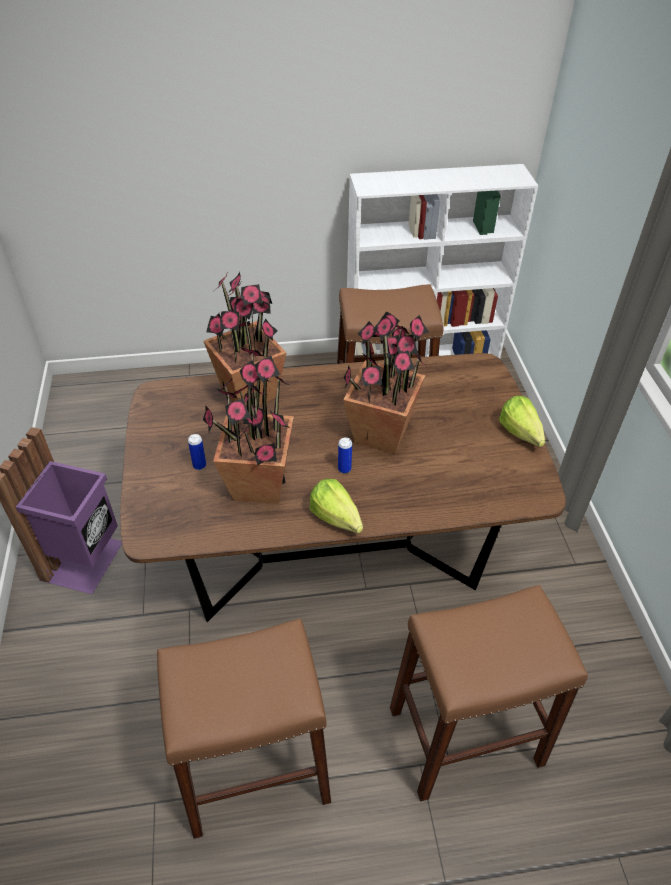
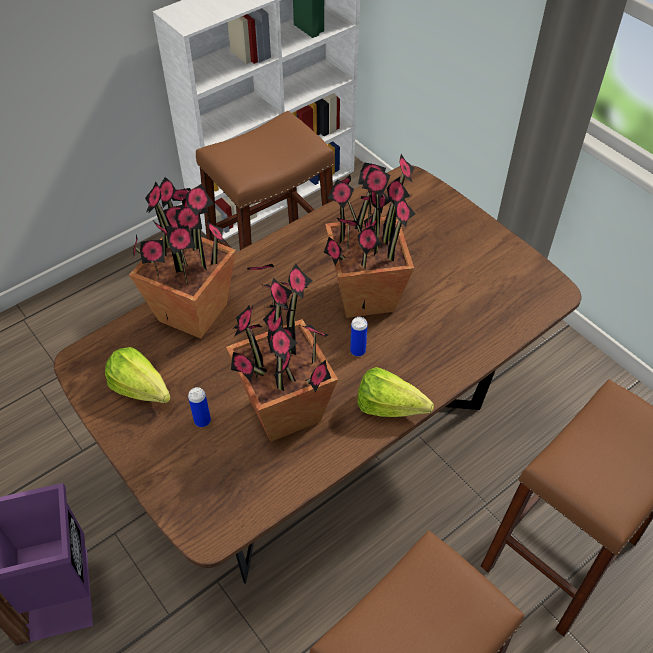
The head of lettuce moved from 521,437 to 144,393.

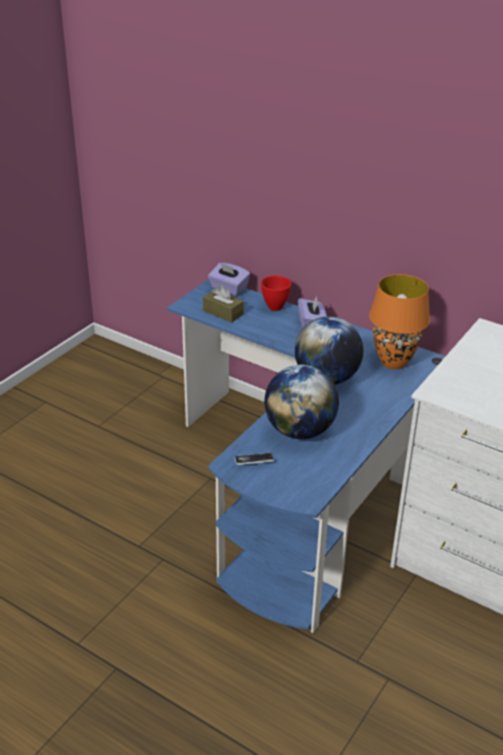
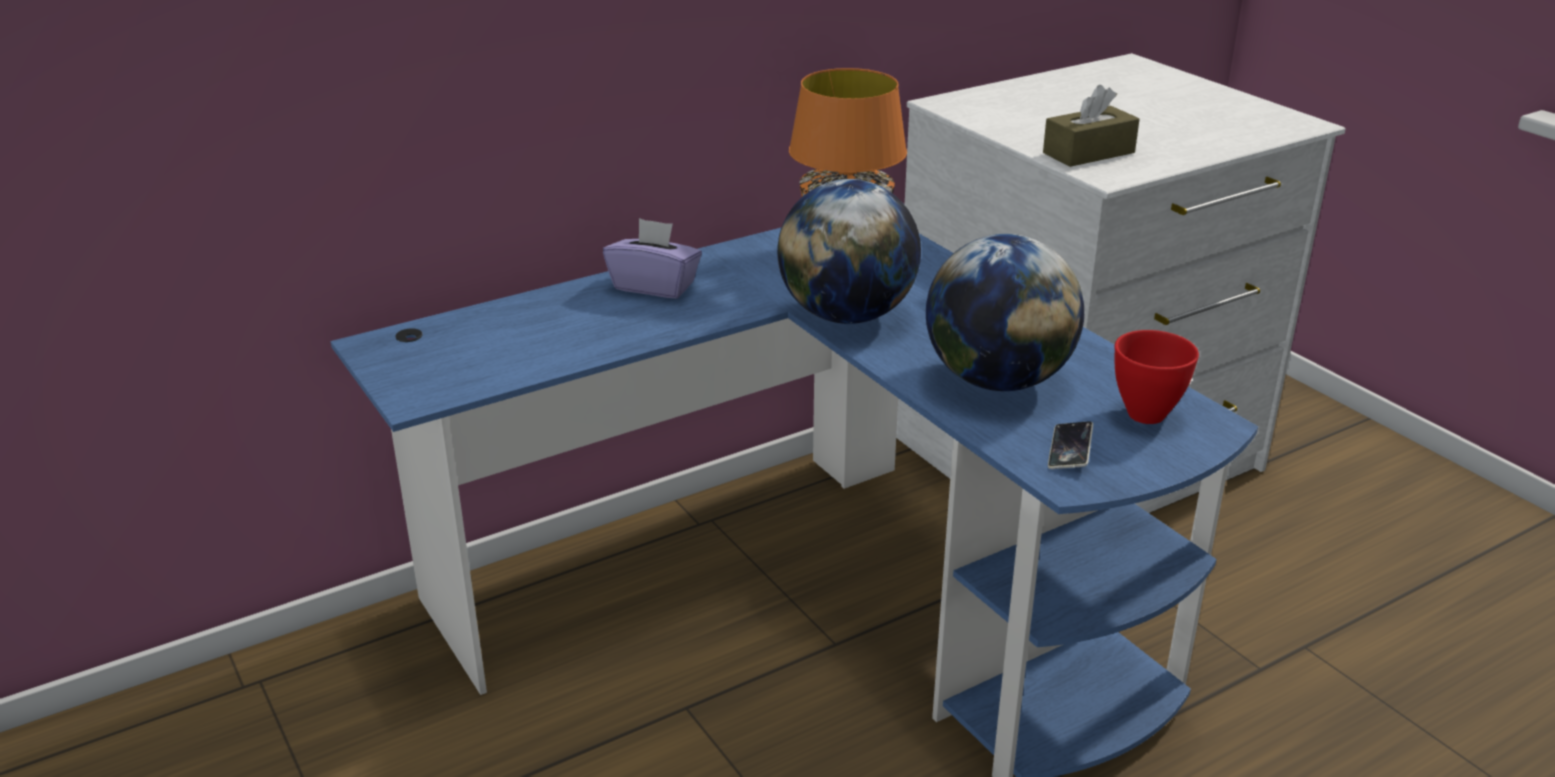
The brown-coloured tissue holder moved from 223,312 to 1088,153.
The red-coloured deep dish moved from 275,307 to 1148,414.
The purplish tissue holder at 228,289 disappeared.

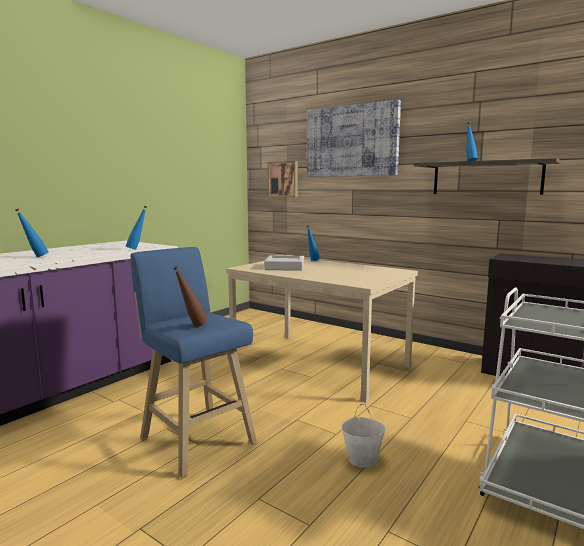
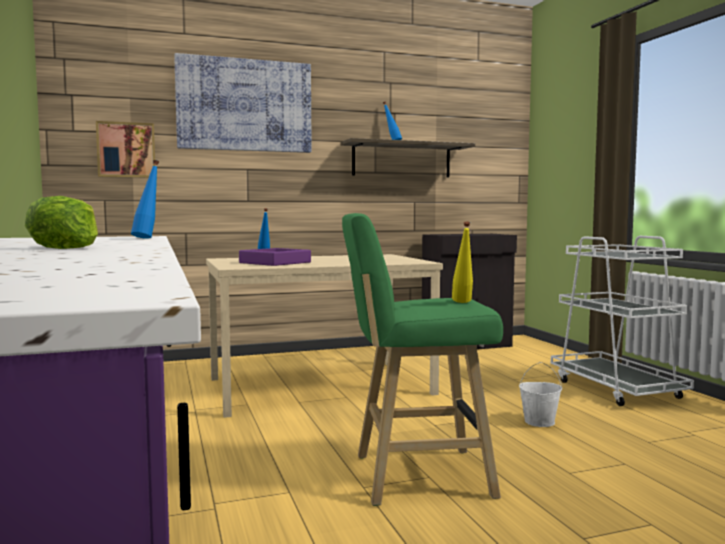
The blue-coloured beverage bottle at 34,257 was replaced by the head of lettuce at 66,248.
The greyish tray at 284,267 became the purplish tray at 275,262.
The blue-coloured stool seat at 195,439 became the green-coloured stool seat at 415,476.
The brown-coloured beverage bottle at 192,326 became the yellow beverage bottle at 463,303.

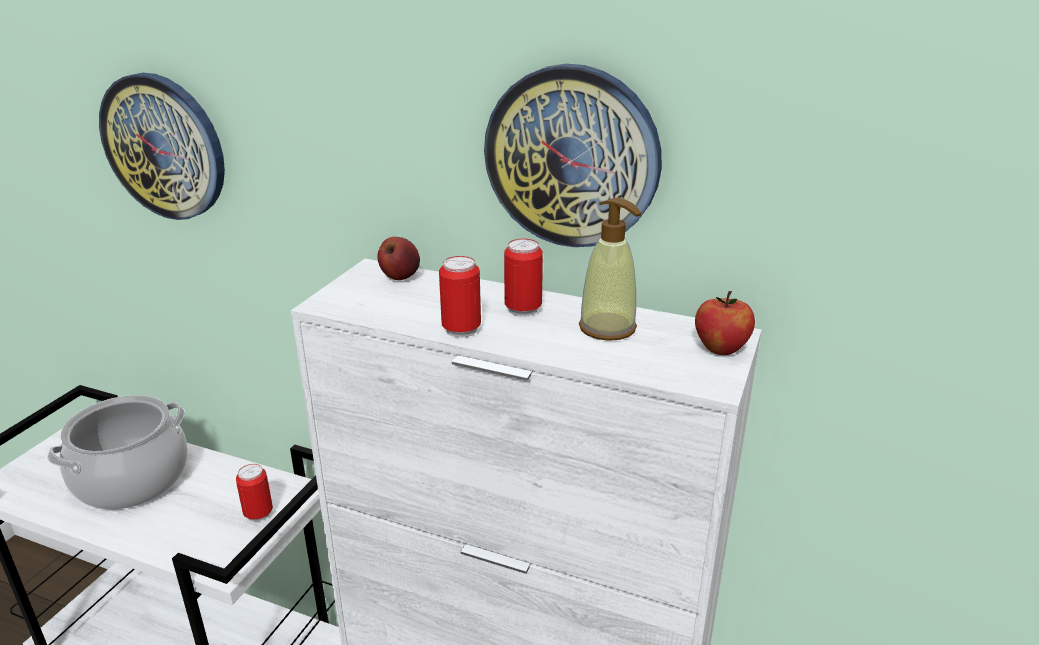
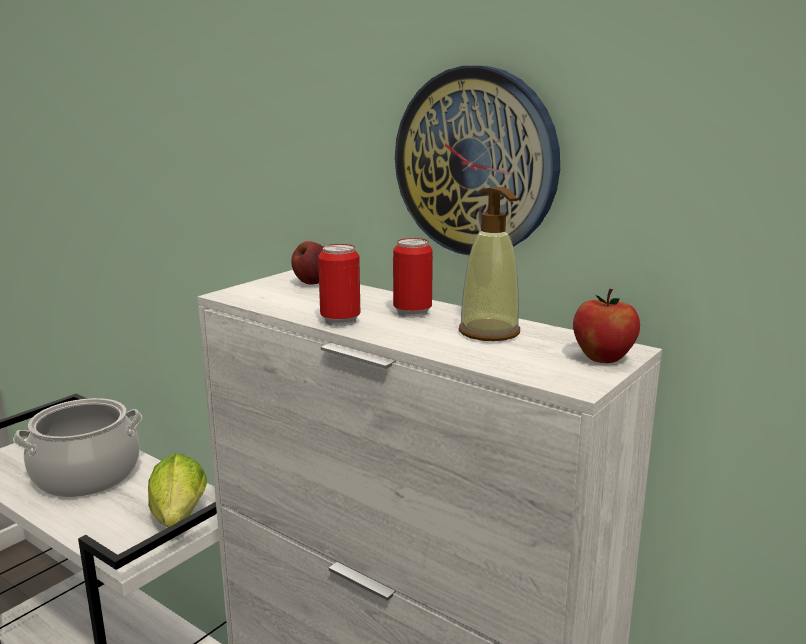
The metal can at 258,514 was replaced by the head of lettuce at 178,520.
The hanging clock at 165,147 disappeared.

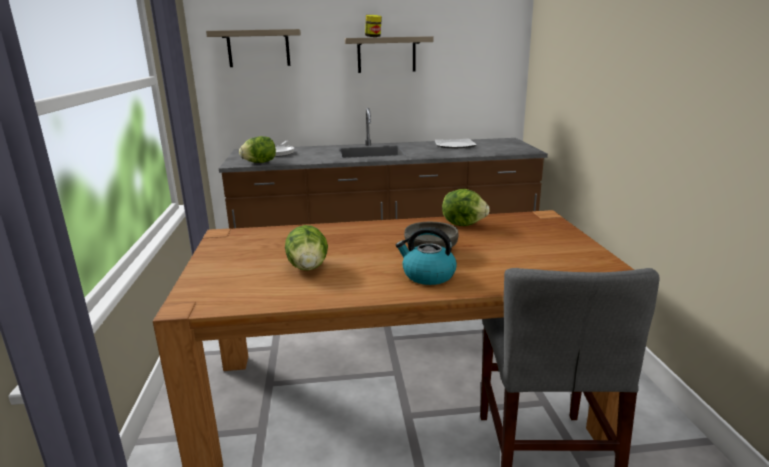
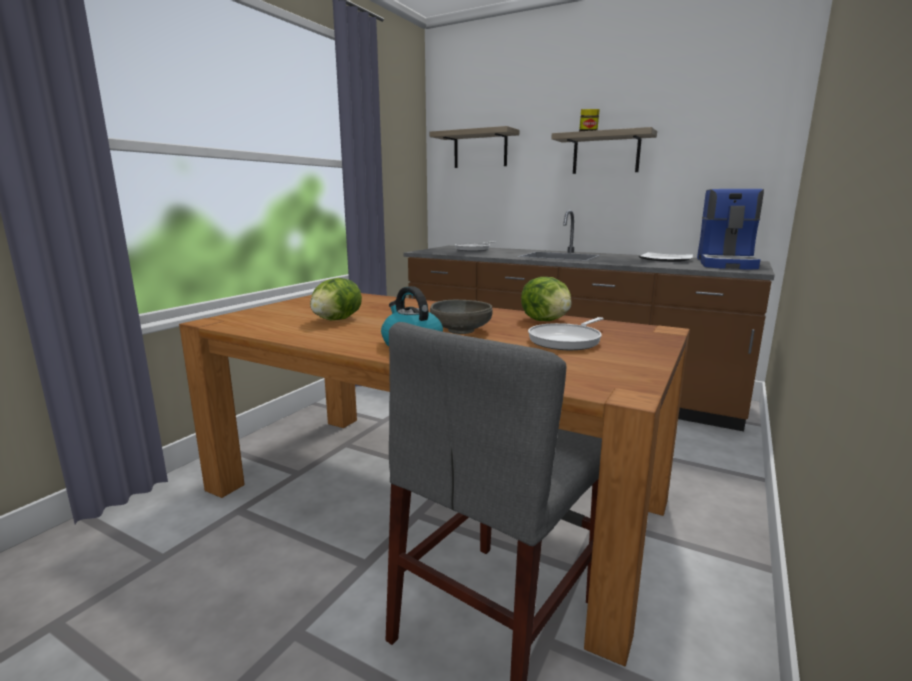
The skillet at 567,340 appeared.
The coffee maker at 727,263 appeared.
The head of lettuce at 259,162 disappeared.

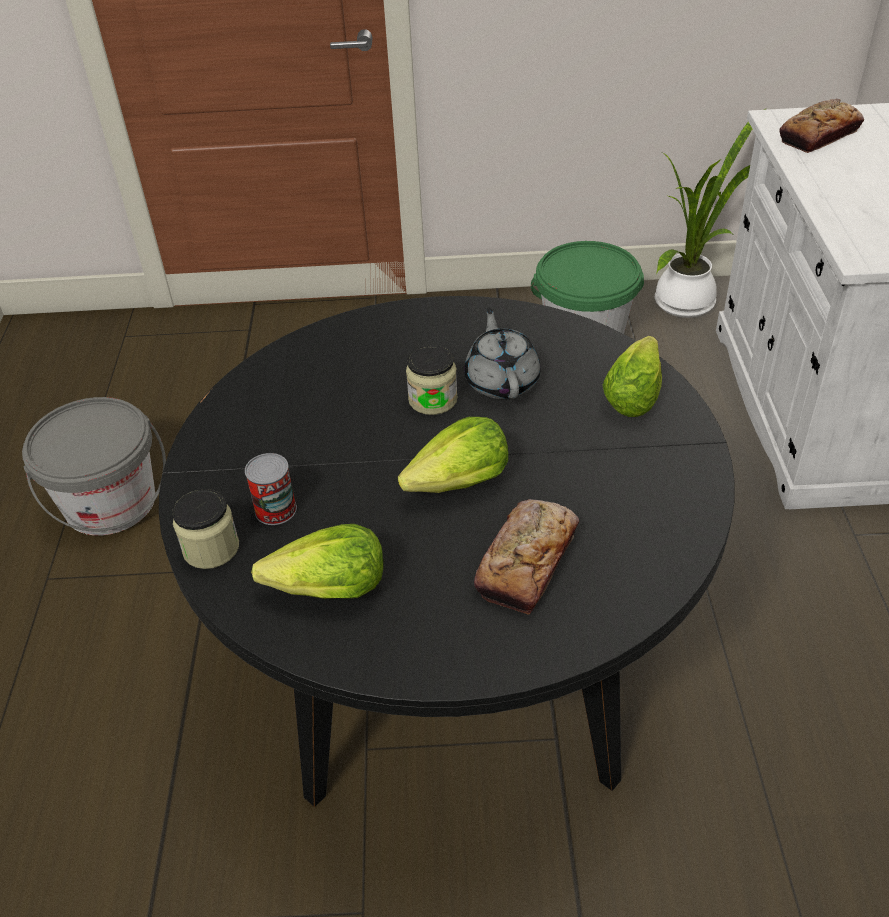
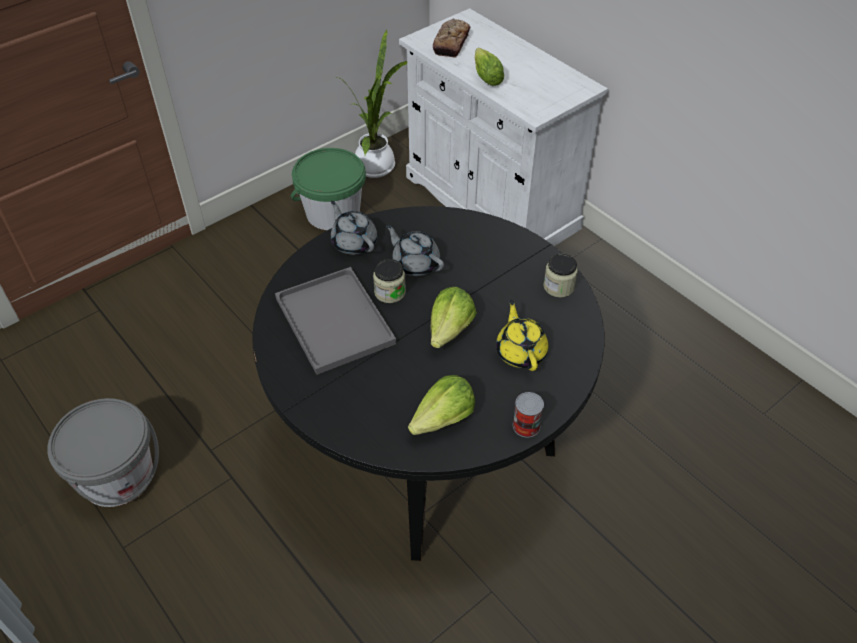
The greyish tray at 332,319 appeared.
The greyish tea pot at 354,242 appeared.
The head of lettuce moved from 635,392 to 486,76.
The bakery bread at 527,562 was replaced by the yellow tea pot at 521,351.
The metal can moved from 275,509 to 526,426.
The jar moved from 211,548 to 558,286.

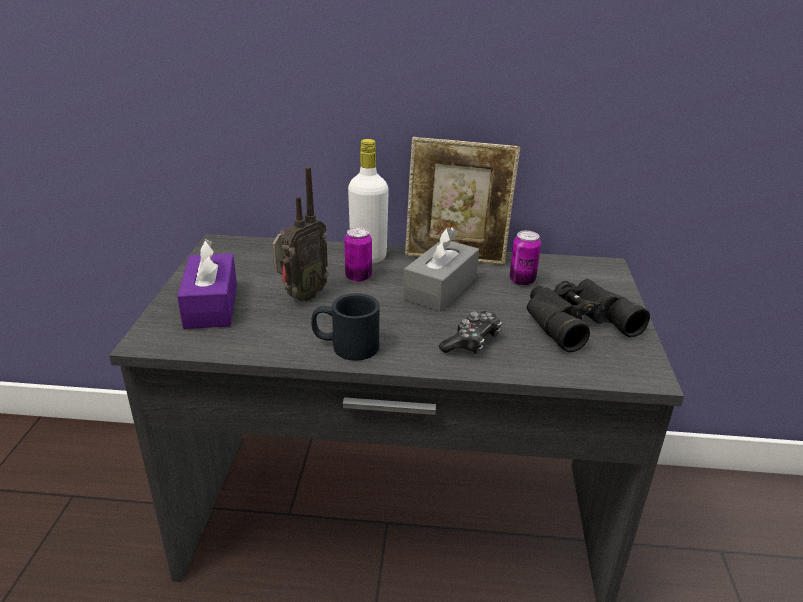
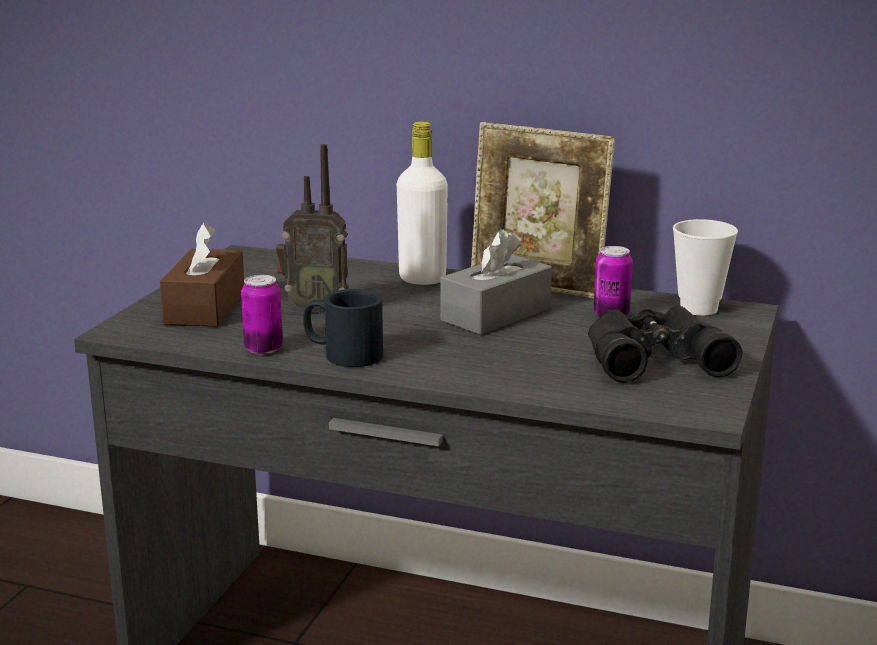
The purplish tissue holder at 211,305 became the brown-coloured tissue holder at 205,307.
The metal can moved from 358,277 to 263,349.
The radio set at 301,296 turned 45 degrees clockwise.
The drinking cup at 699,309 appeared.
The joypad at 471,342 disappeared.

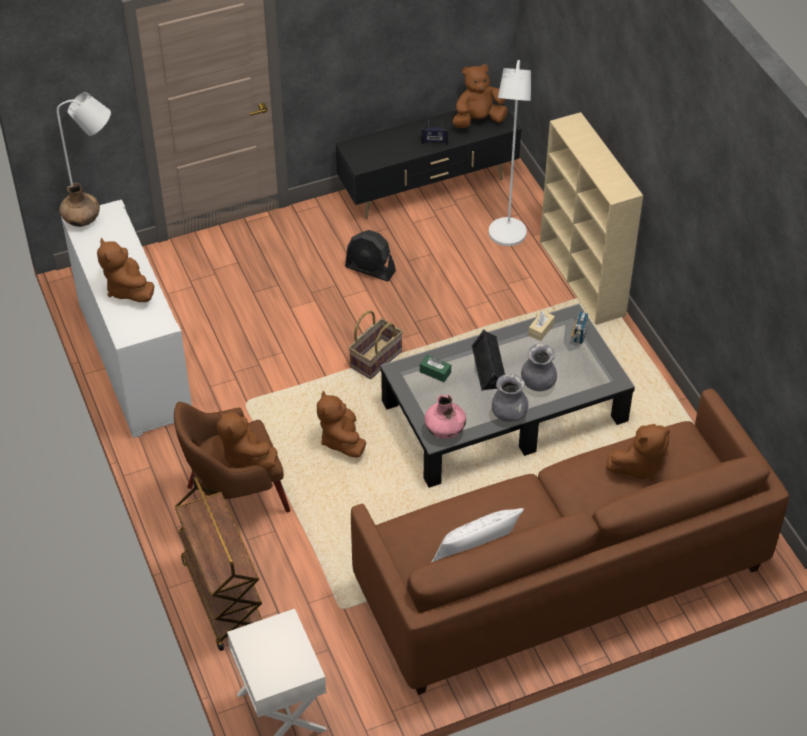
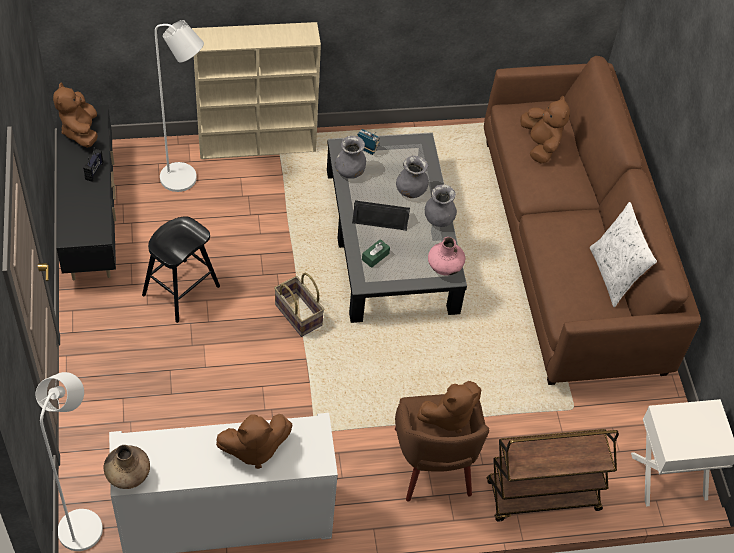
The black-coloured cooling fan at 370,269 was replaced by the black-coloured stool seat at 181,291.
The beige-coloured tissue holder at 541,329 was replaced by the greyish vase at 350,171.
The brown-coloured soft toy at 341,440 disappeared.

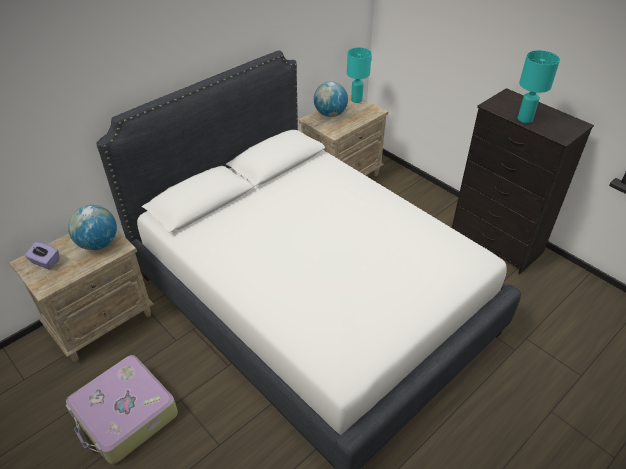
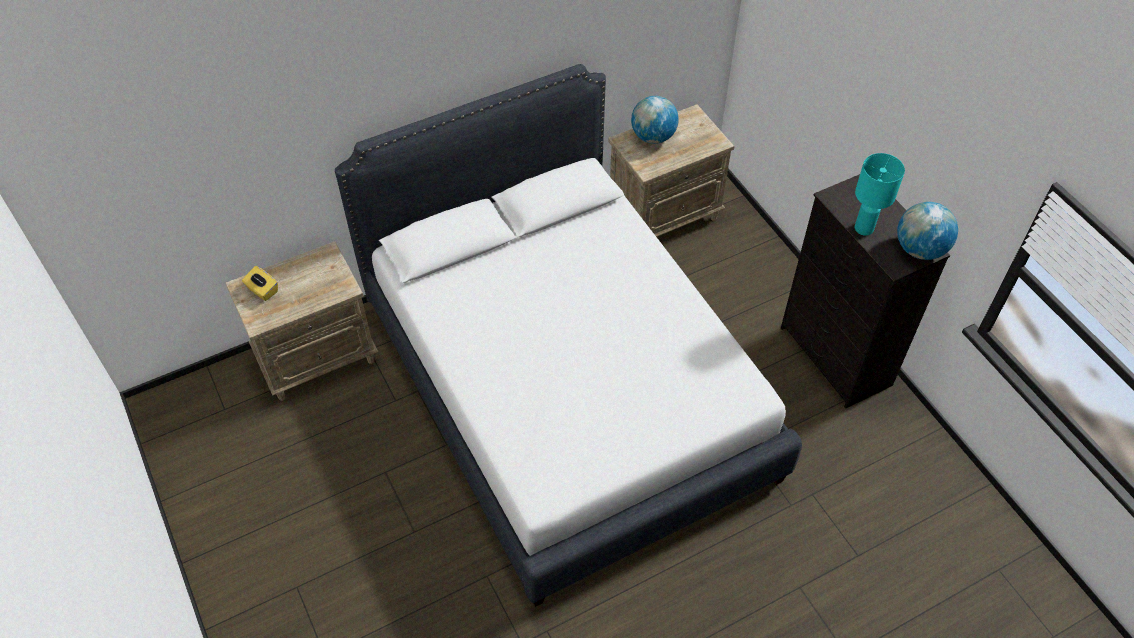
The purplish tissue holder at 45,262 became the yellow tissue holder at 262,290.
The desk globe moved from 98,243 to 919,249.
The piece of luggage at 125,416 disappeared.
The blue-green lamp for a table at 356,100 disappeared.

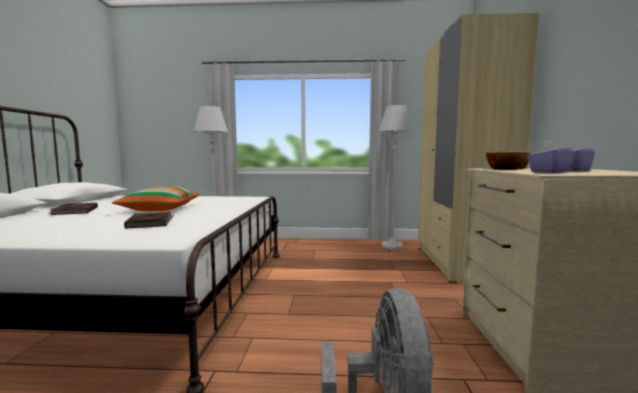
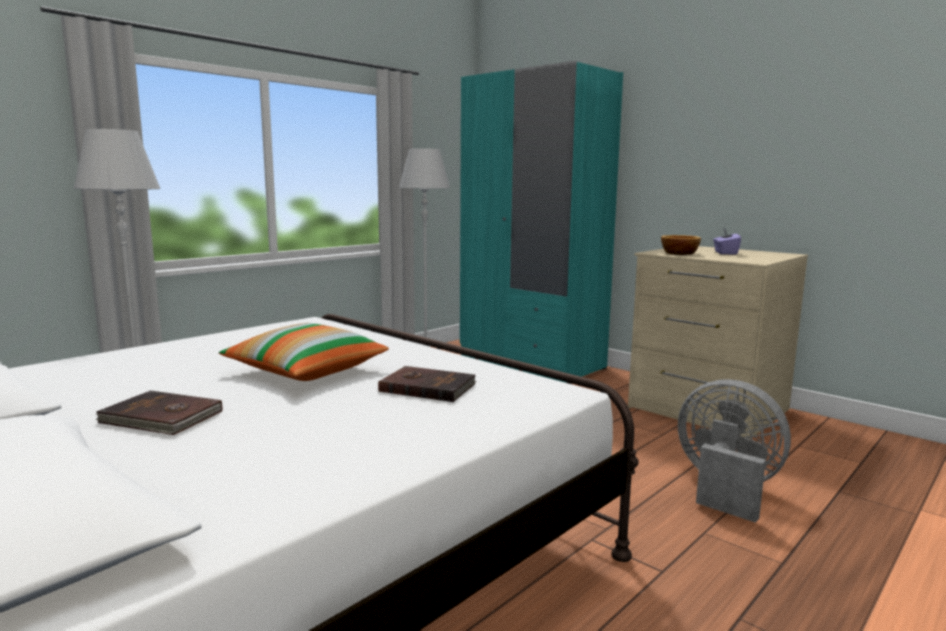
The beige-coloured clothes cupboard at 460,263 became the blue-green clothes cupboard at 531,362.
The purplish tissue holder at 548,172 disappeared.

